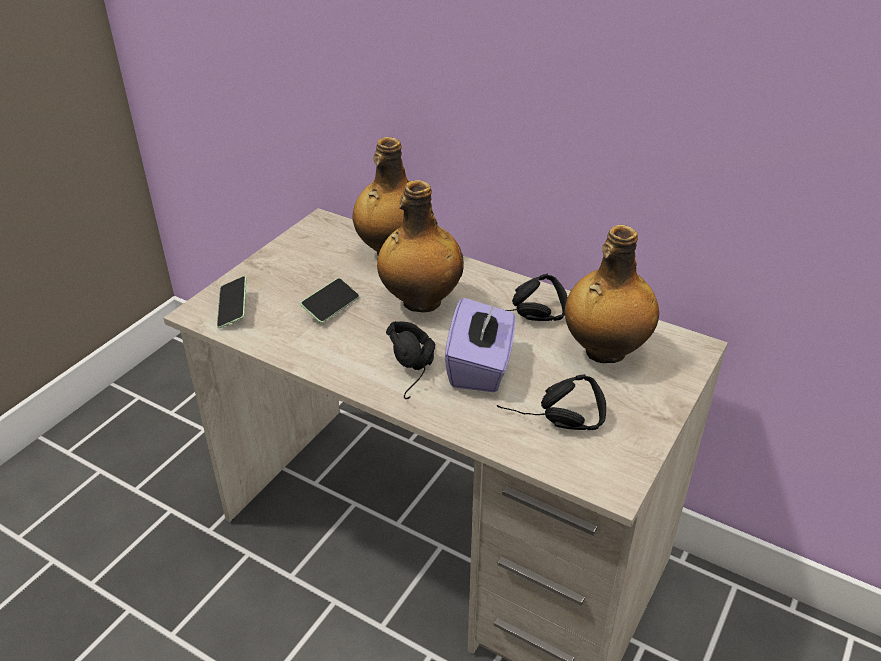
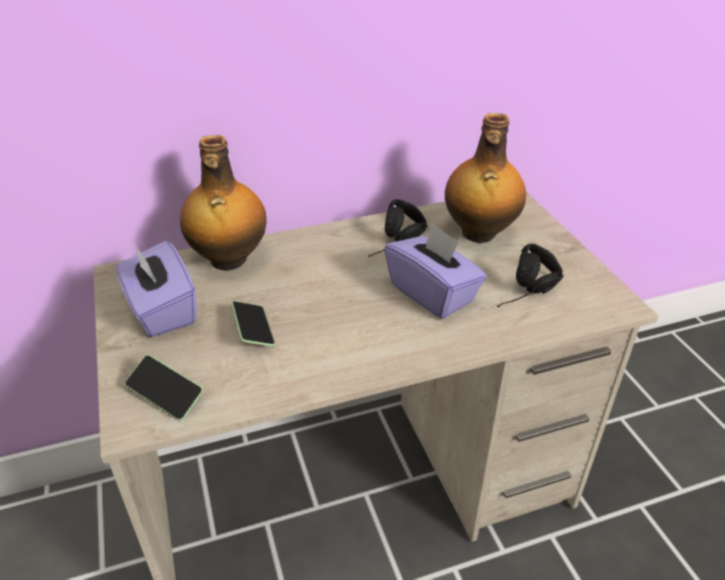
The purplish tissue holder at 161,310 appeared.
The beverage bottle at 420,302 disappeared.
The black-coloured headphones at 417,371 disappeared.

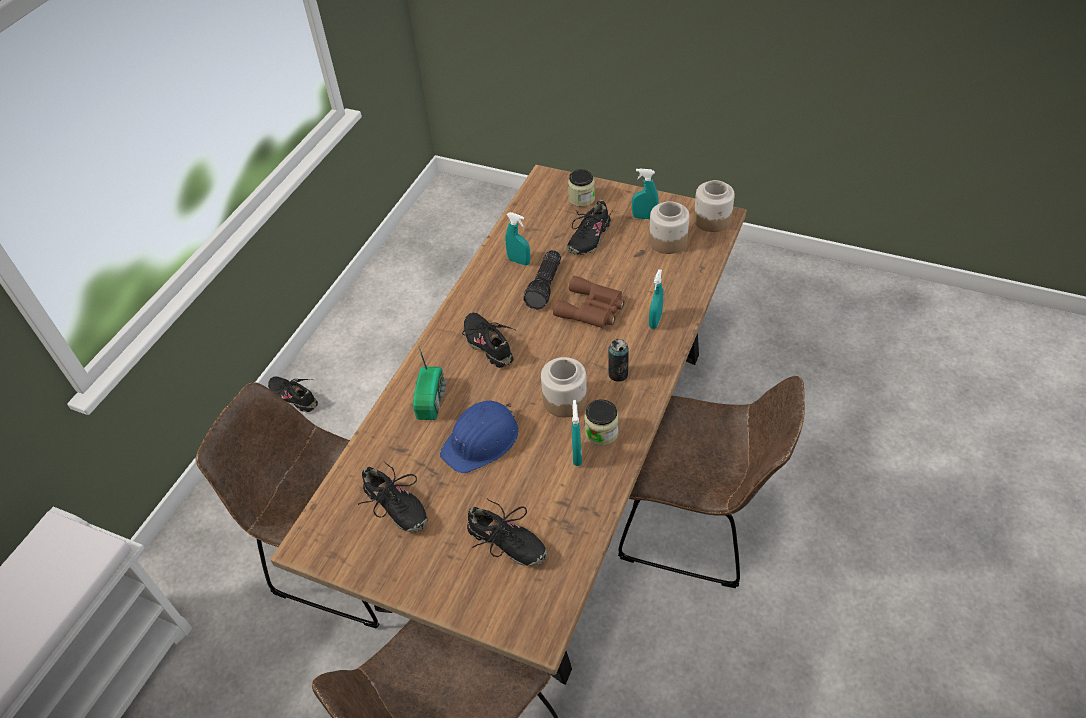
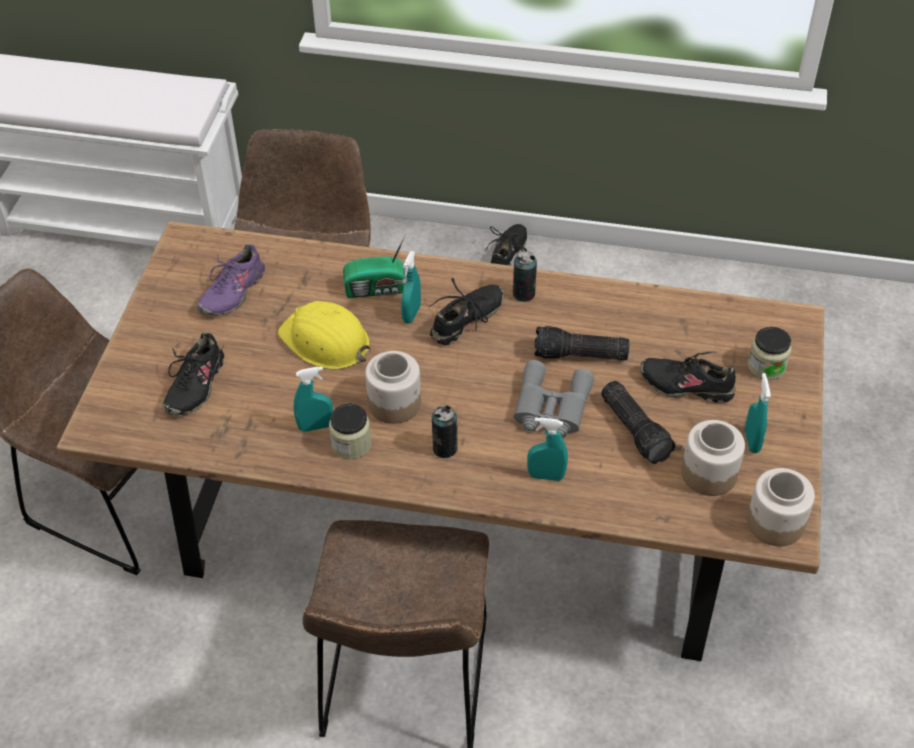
The black-coloured shoe at 395,507 became the purplish shoe at 232,292.
The blue-coloured work helmet at 482,440 became the yellow work helmet at 325,341.
The blue-green spray bottle moved from 519,261 to 411,314.
The metal can at 523,294 appeared.
The brown-coloured pair of binoculars at 592,309 became the greyish pair of binoculars at 550,408.
The hand torch at 636,429 appeared.

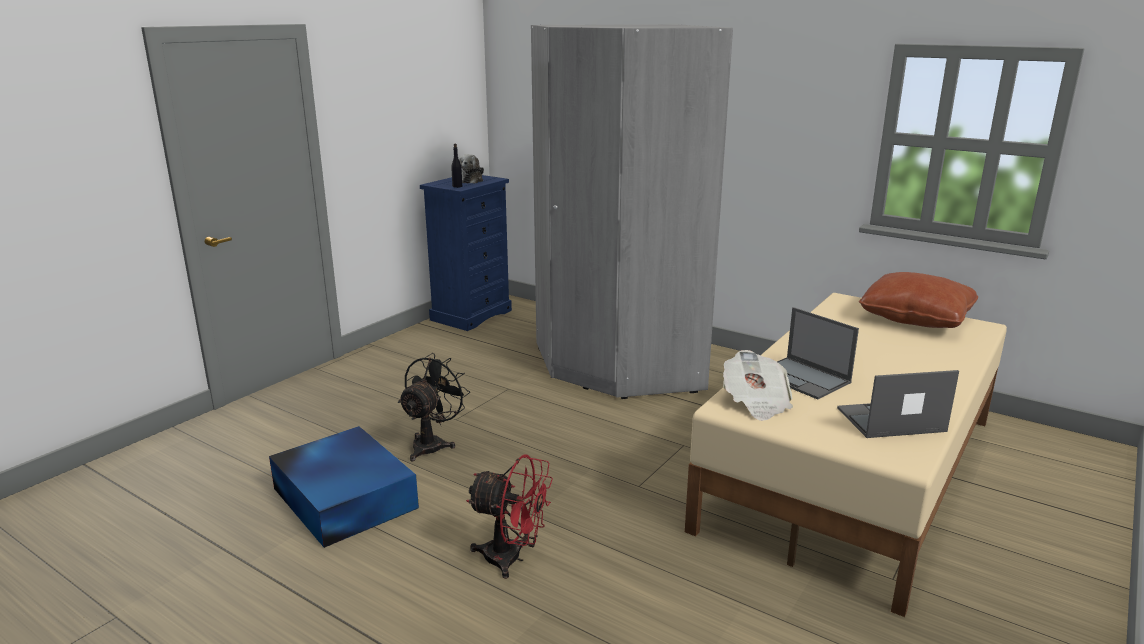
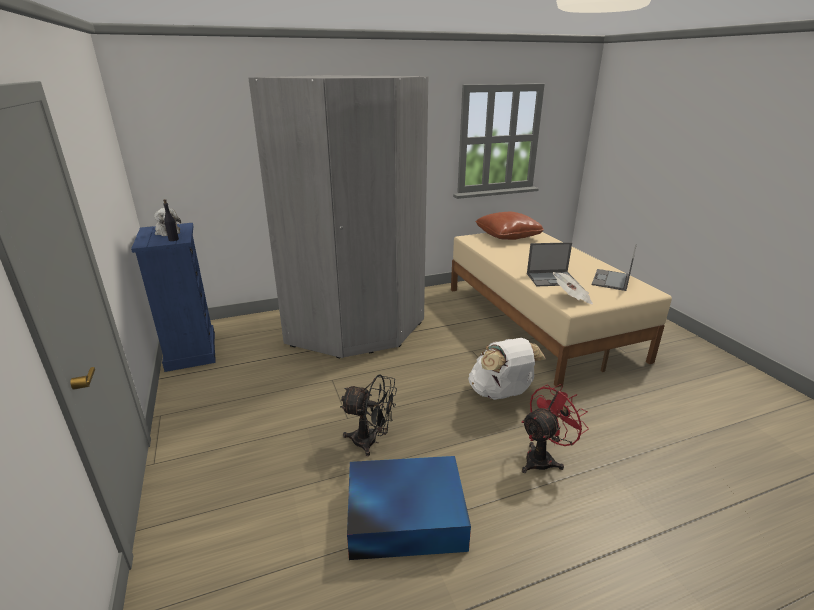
The black-coloured cooling fan at 432,444 turned 135 degrees clockwise.
The white rucksack at 501,394 appeared.

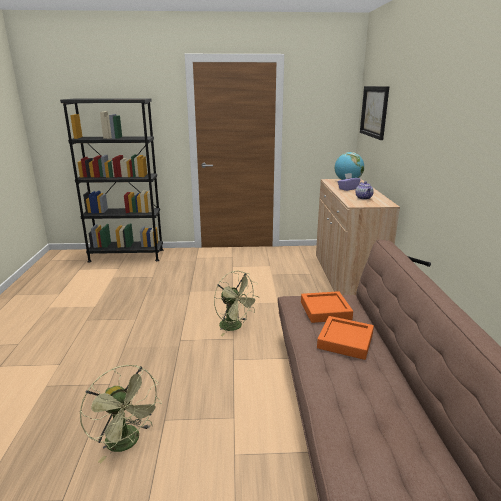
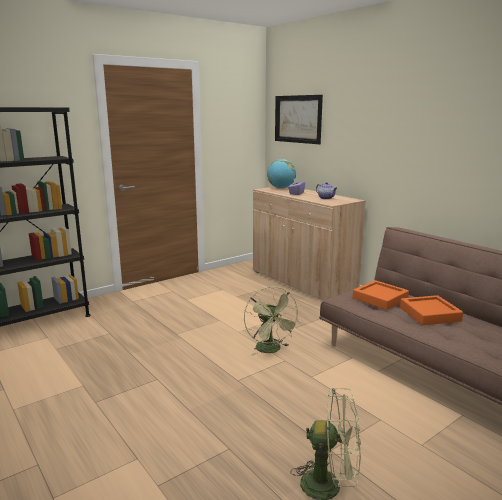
The green-coloured cooling fan at 235,327 turned 60 degrees clockwise.

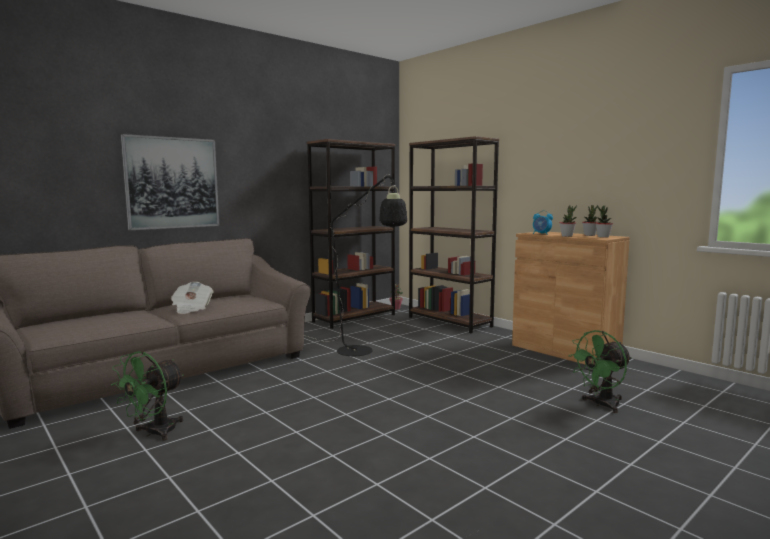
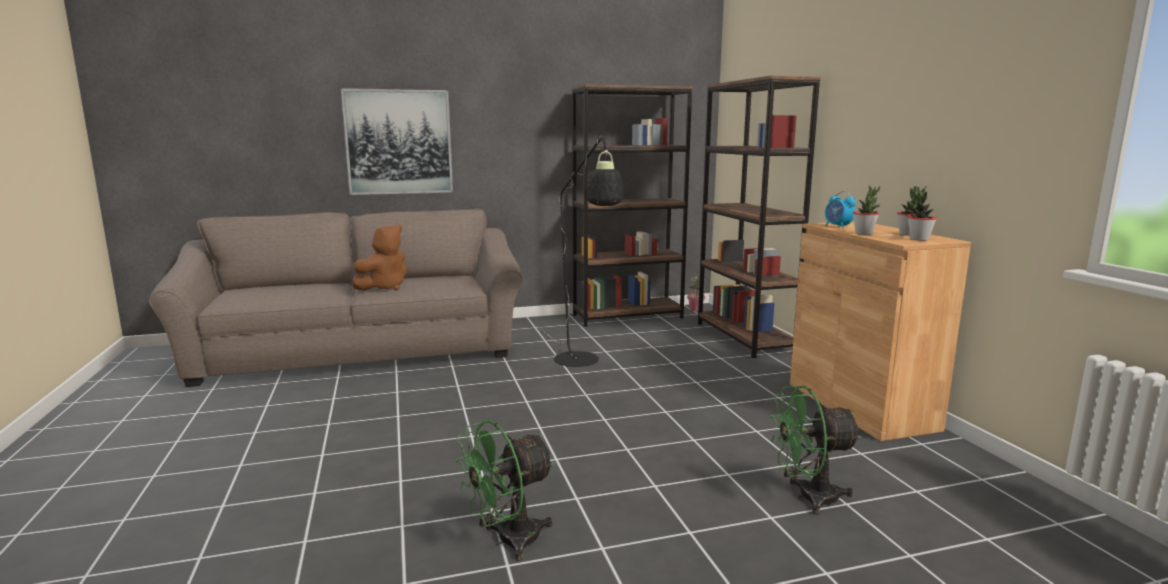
The printed paper at 191,309 was replaced by the brown-coloured soft toy at 384,287.
The green-coloured cooling fan moved from 154,433 to 508,541.

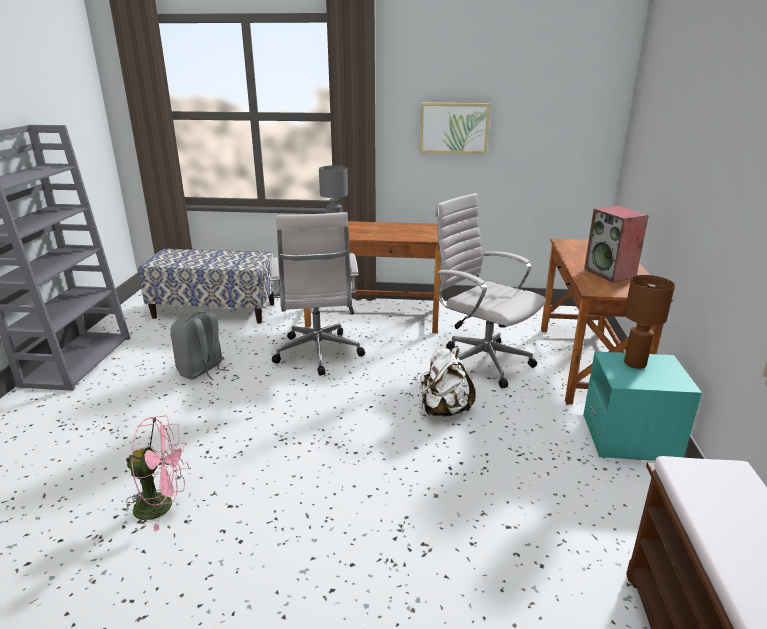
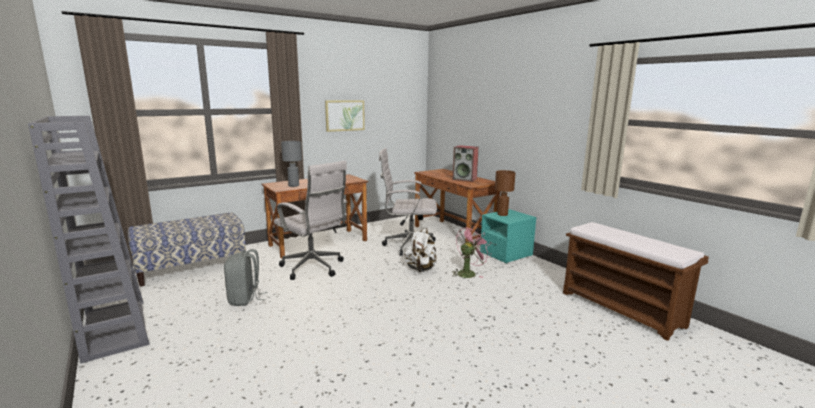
The pink cooling fan moved from 162,505 to 468,273.

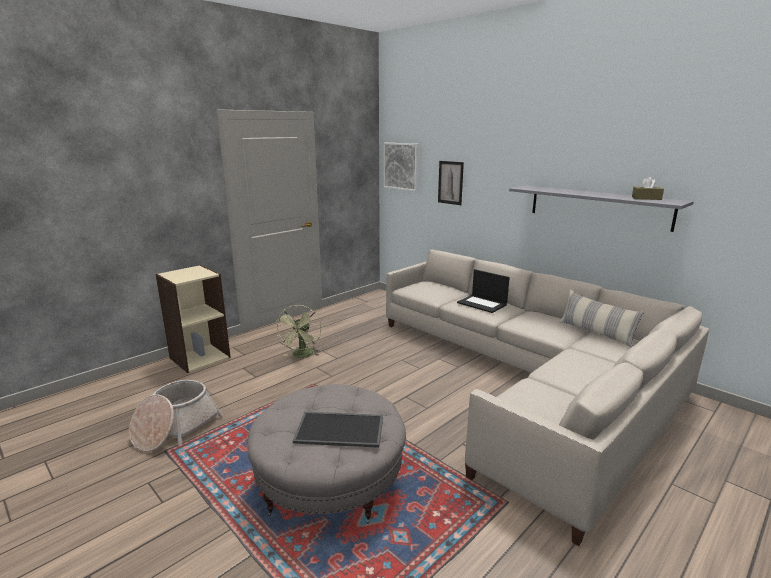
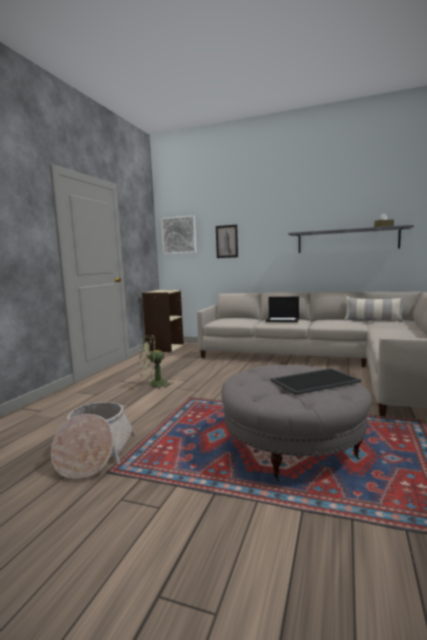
The green-coloured cooling fan at 302,355 turned 90 degrees clockwise.
The beige-coloured shelving unit moved from 199,357 to 164,348.

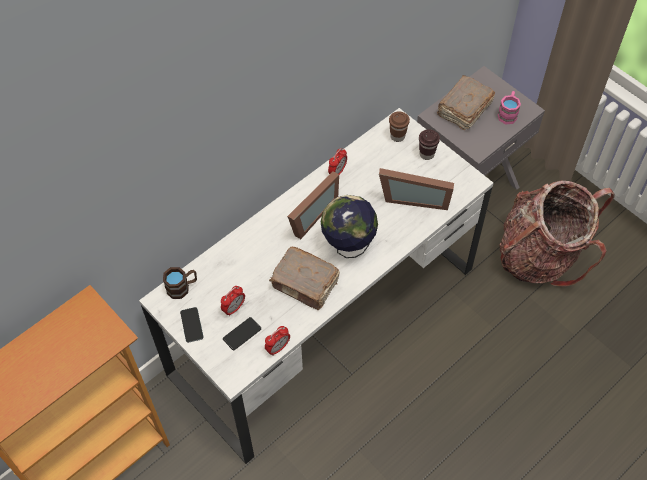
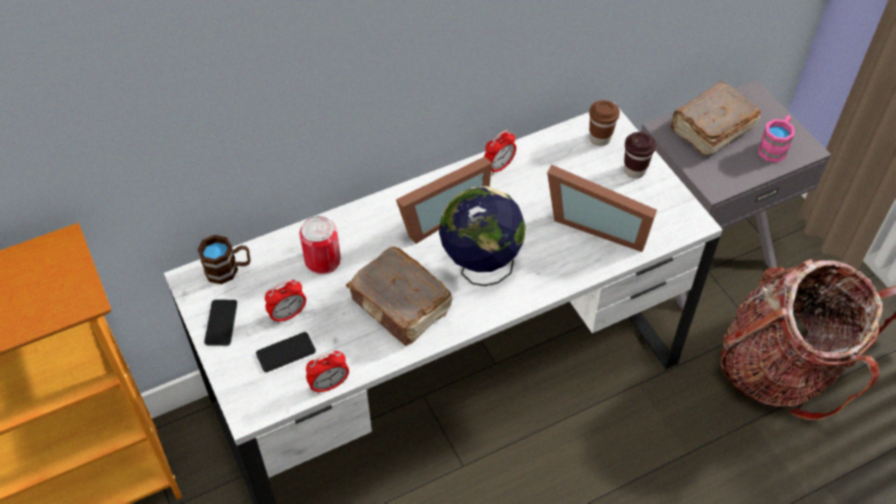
The metal can at 322,260 appeared.

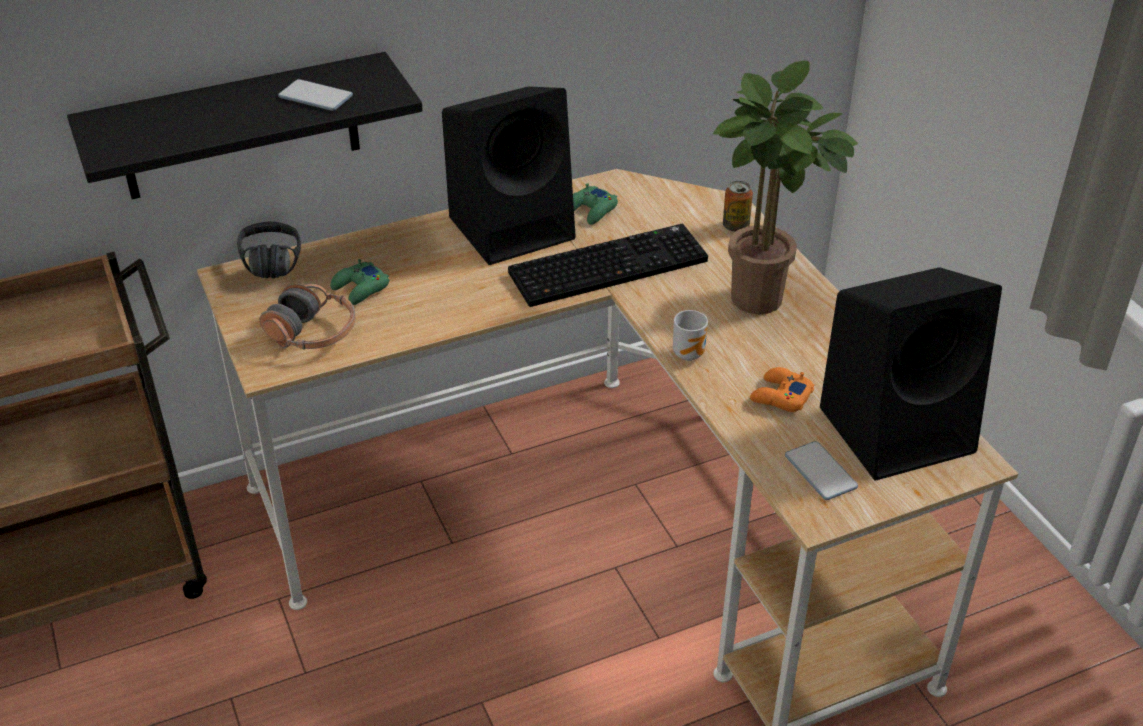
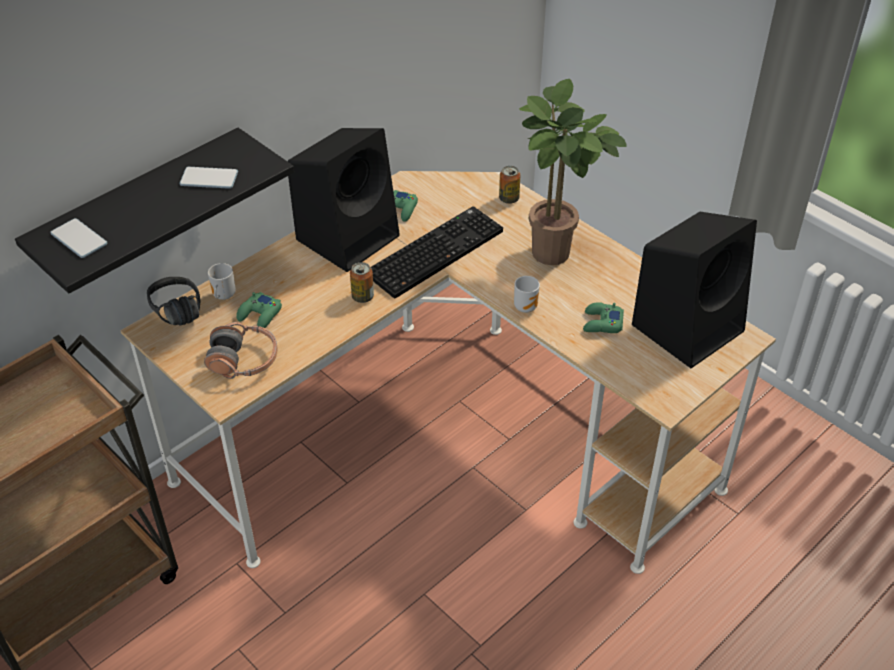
The telephone moved from 820,472 to 79,239.
The coffee mug at 222,296 appeared.
The metal can at 362,297 appeared.
The orangey joypad at 780,396 became the green-coloured joypad at 602,323.

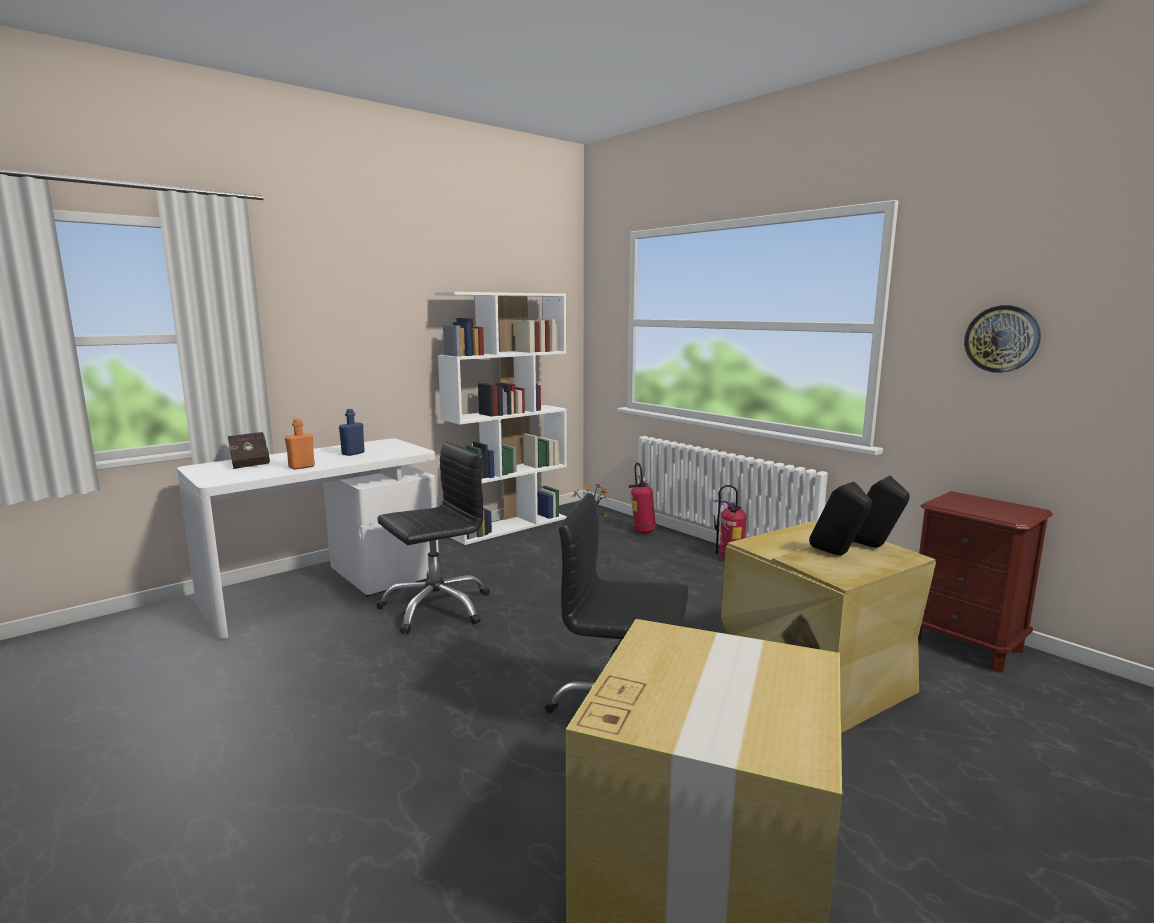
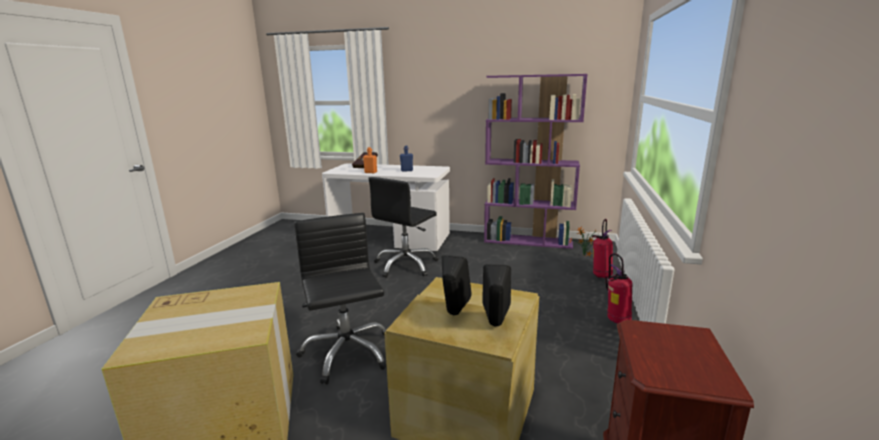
The black-coloured desk chair at 436,607 turned 105 degrees clockwise.
The white shelving unit at 509,526 became the purplish shelving unit at 528,241.
The hanging clock at 1002,339 disappeared.

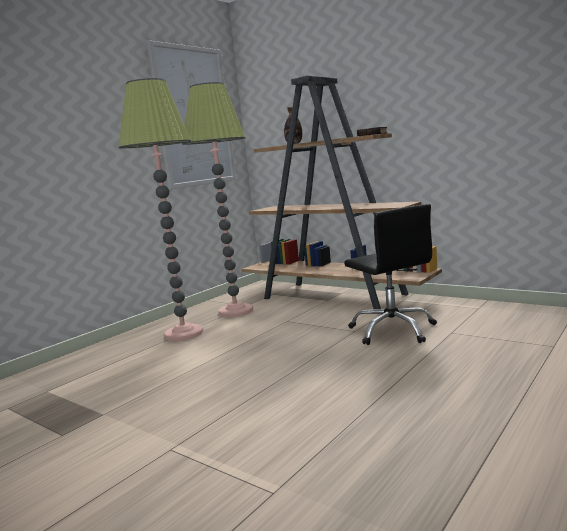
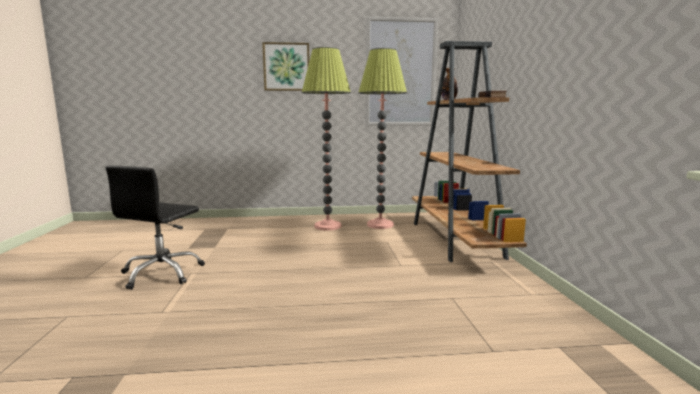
The black-coloured desk chair moved from 393,330 to 162,273.
The wall art at 286,67 appeared.

